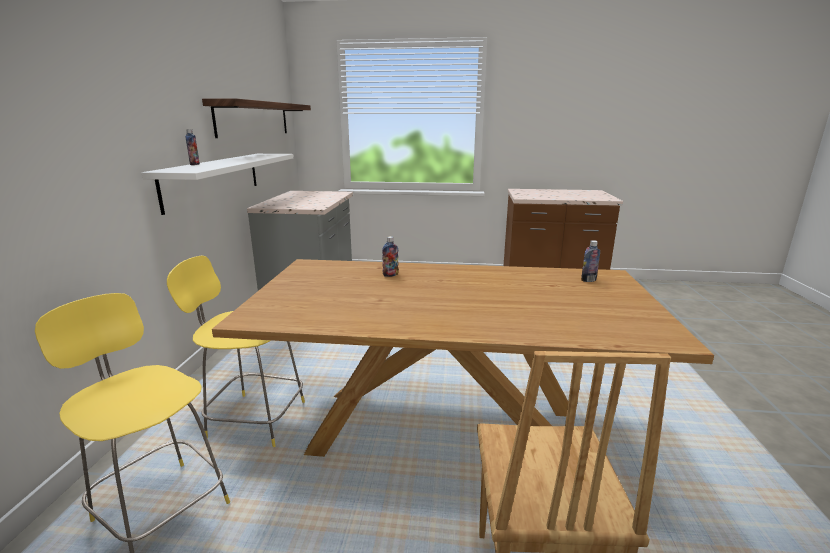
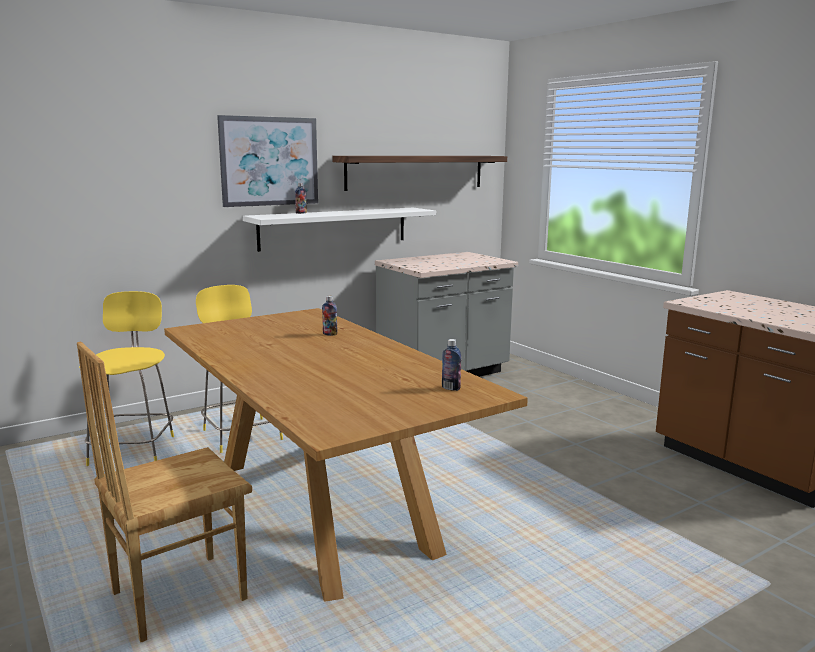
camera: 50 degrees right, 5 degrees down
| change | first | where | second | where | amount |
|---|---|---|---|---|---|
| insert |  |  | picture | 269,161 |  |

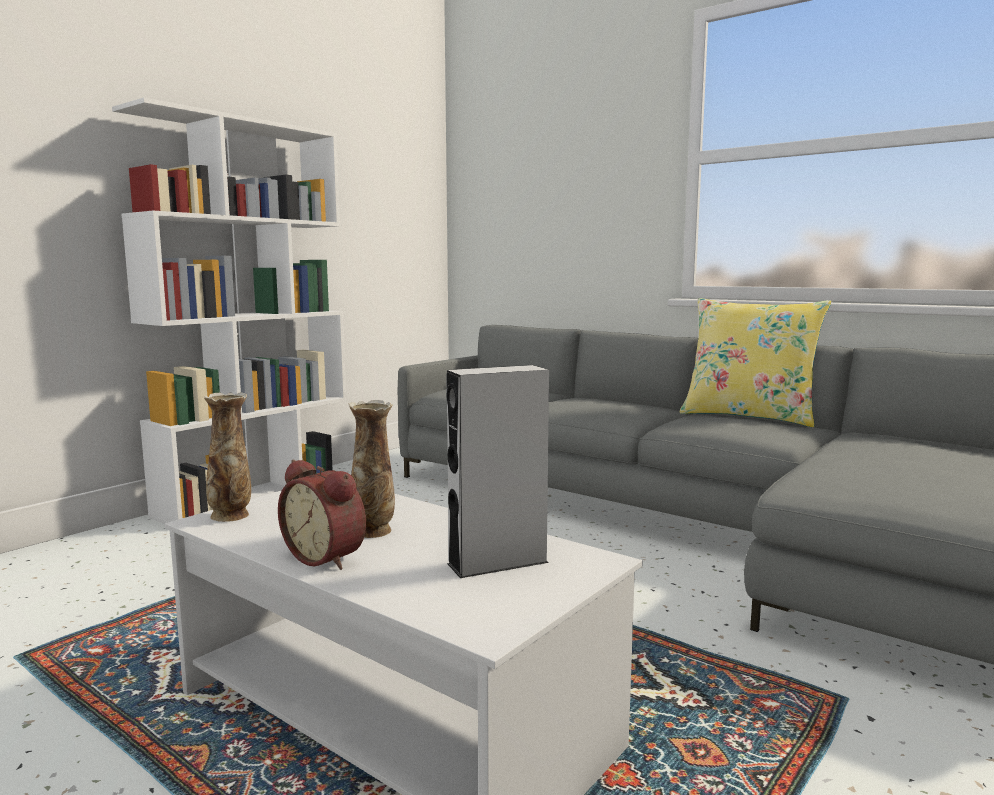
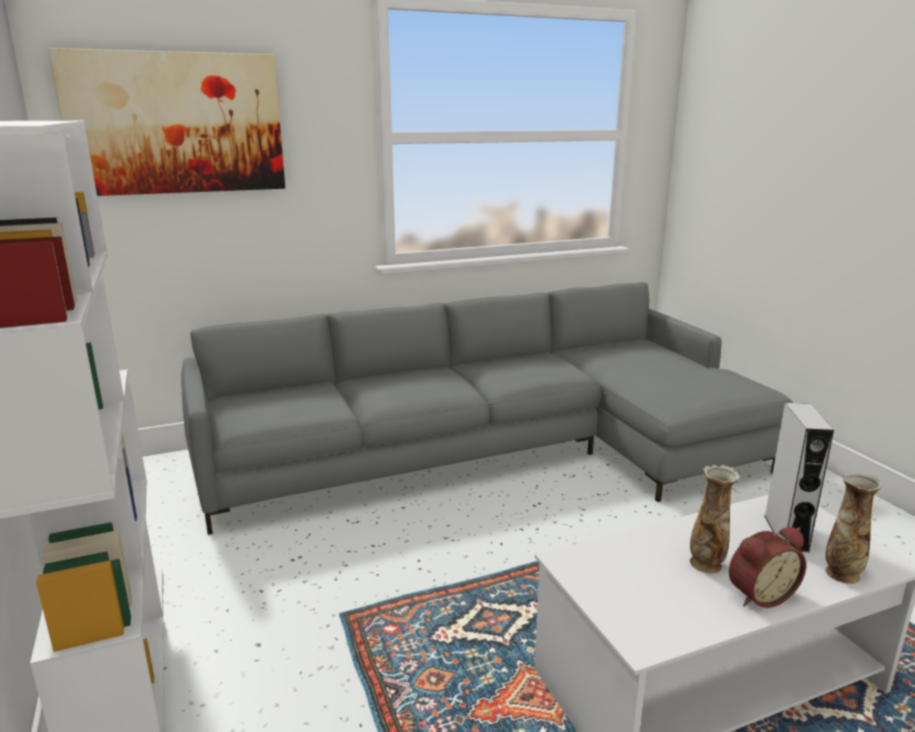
camera: 60 degrees left, 10 degrees up
| change | first | where | second | where | amount |
|---|---|---|---|---|---|
| insert |  |  | picture | 176,124 |  |
| move | flower vase | 231,515 |  | 842,573 |  |
| delete | yellowish cushion | 749,416 |  |  |  |

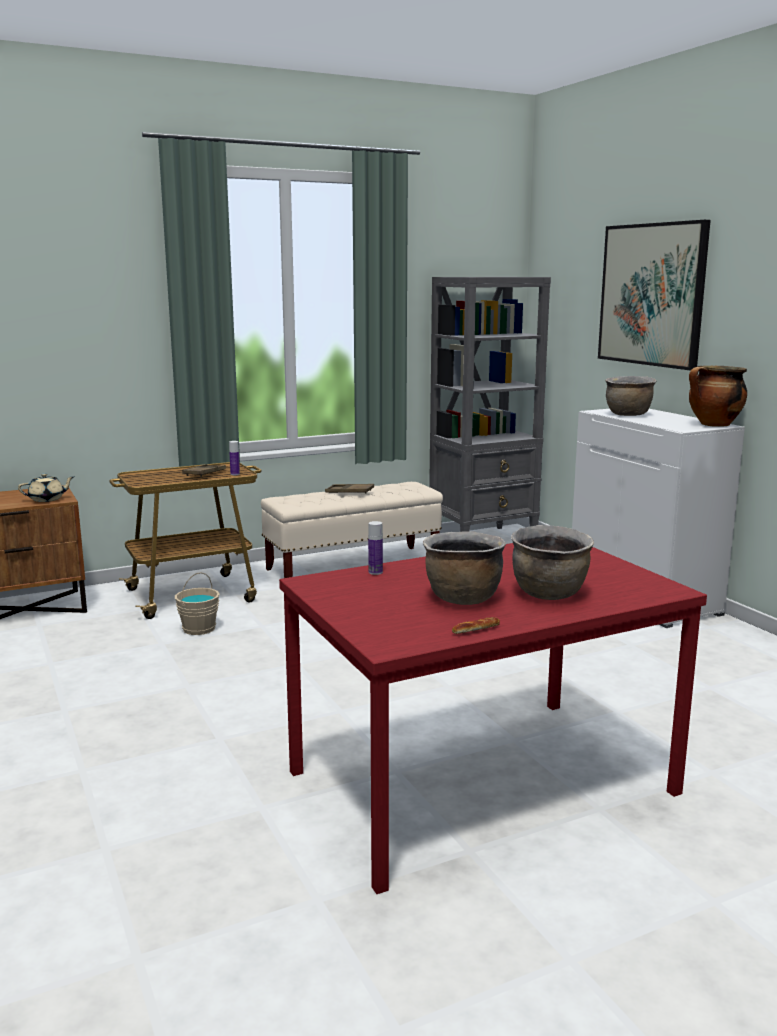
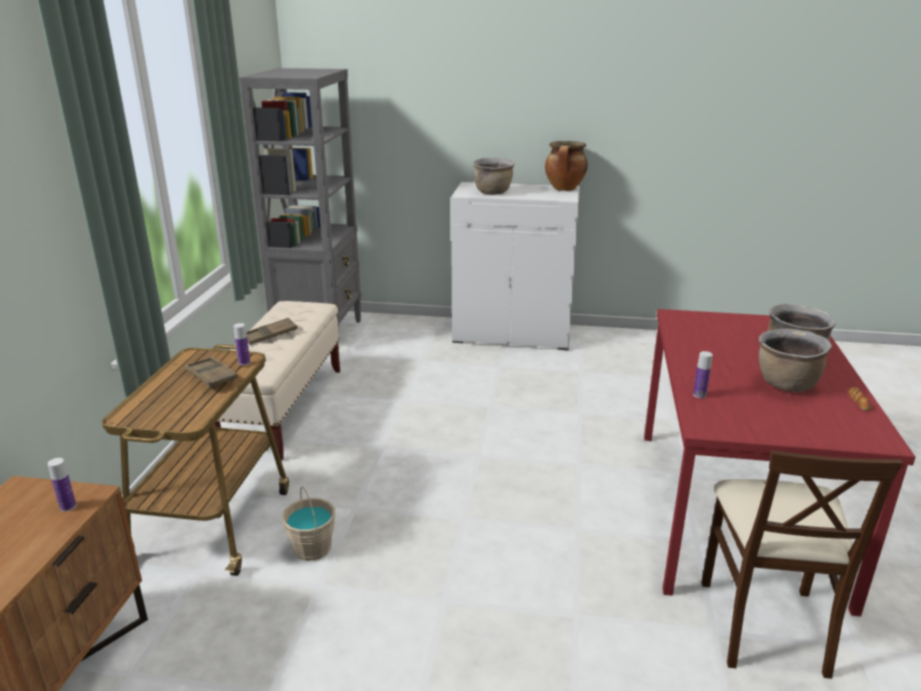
camera: 55 degrees left, 10 degrees up
| change | first | where | second | where | amount |
|---|---|---|---|---|---|
| replace | sand-coloured teapot | 47,499 | bottle | 68,506 |  |
| insert |  |  | sand-coloured plain chair | 764,624 |  |
| delete | picture | 652,295 |  |  |  |

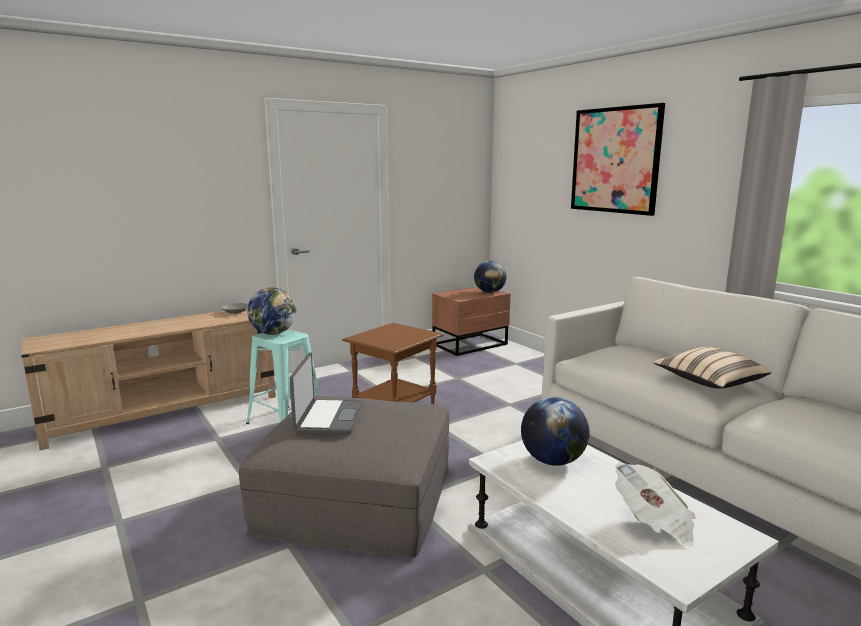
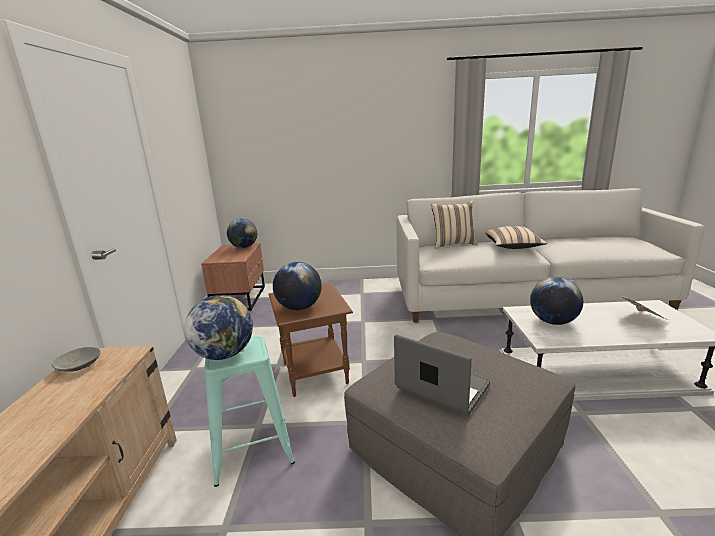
camera: 55 degrees left, 5 degrees up
| change | first | where | second | where | amount |
|---|---|---|---|---|---|
| insert |  |  | world globe | 299,308 |  |
| insert |  |  | sand-coloured cushion | 453,244 |  |
| delete | picture | 615,160 |  |  |  |

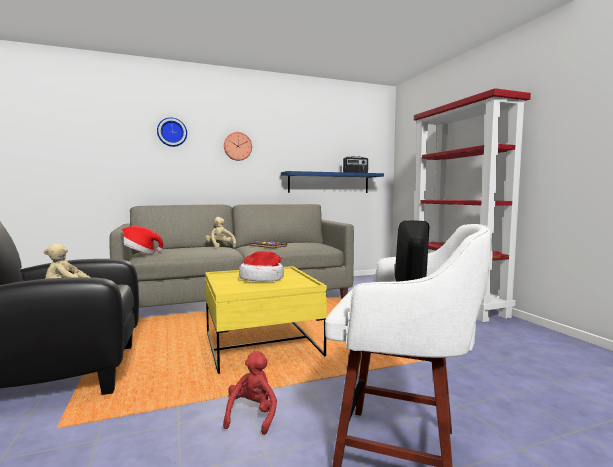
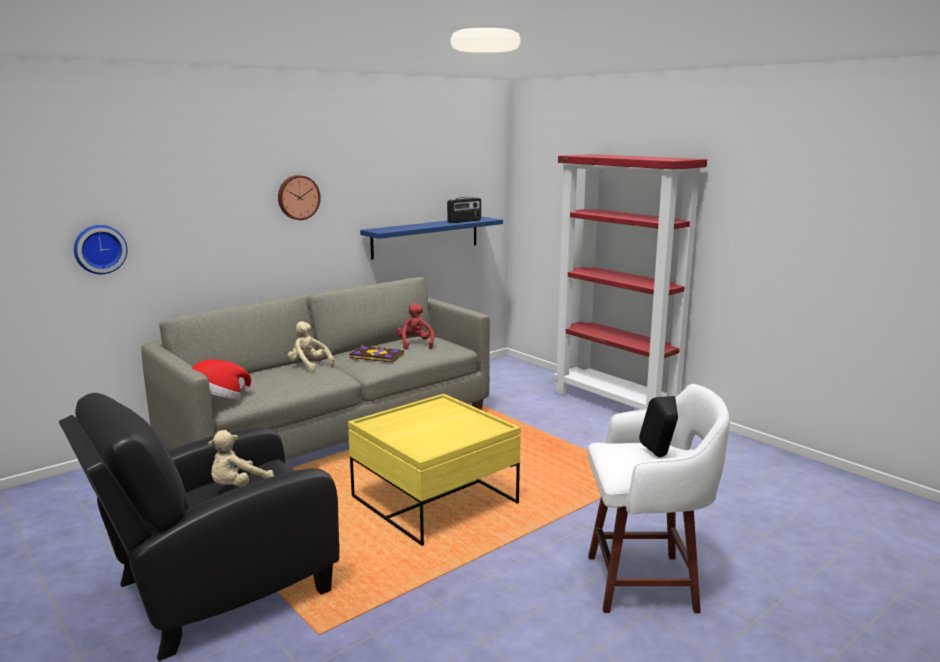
camera: 20 degrees left, 10 degrees up
| change | first | where | second | where | amount |
|---|---|---|---|---|---|
| move | hanging clock | 172,132 |  | 99,249 |  |
| move | red plush toy | 252,415 |  | 415,344 |  |
| delete | wearable hat | 262,278 |  |  |  |

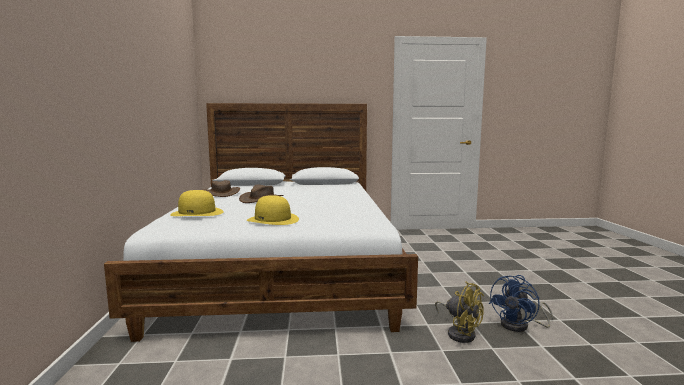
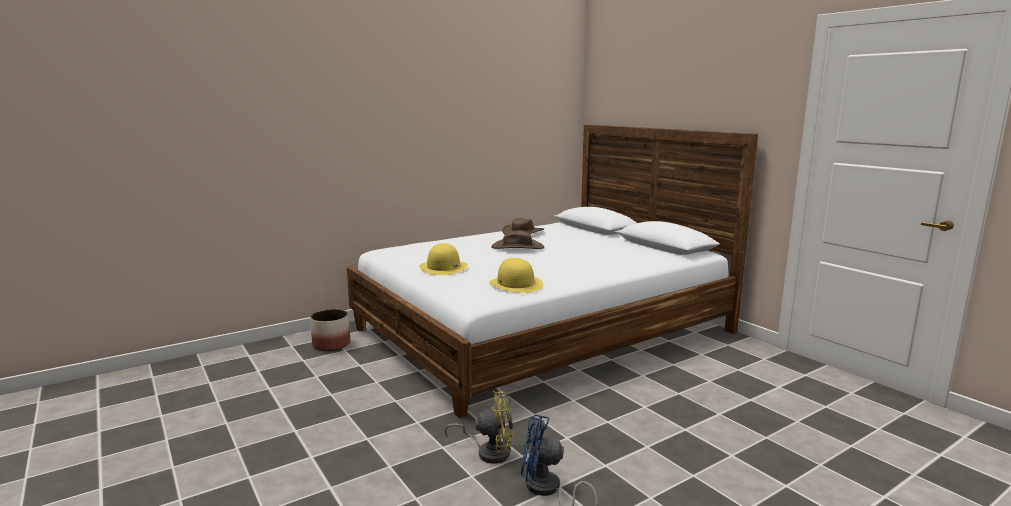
camera: 60 degrees right, 5 degrees up
| change | first | where | second | where | amount |
|---|---|---|---|---|---|
| insert |  |  | plant pot | 331,345 |  |
| rotate | yellowish cooling fan | 459,332 |  | 489,451 | 105 degrees counterclockwise |
| move | yellowish wearable hat | 197,213 |  | 516,284 |  |

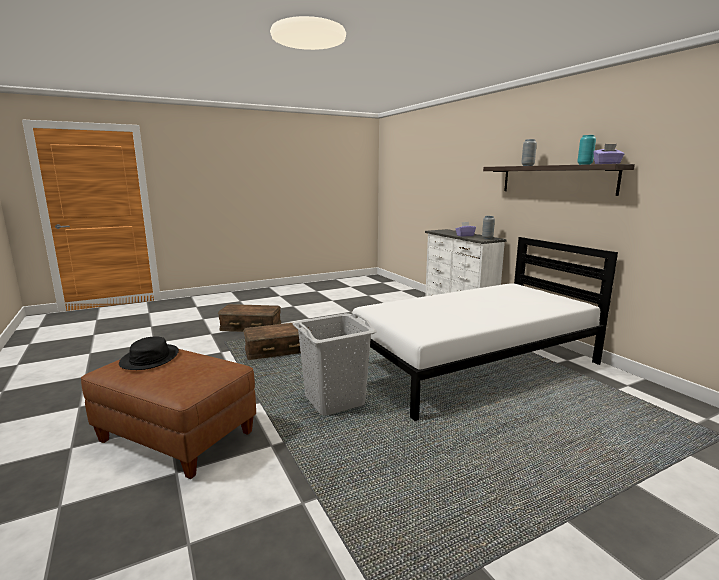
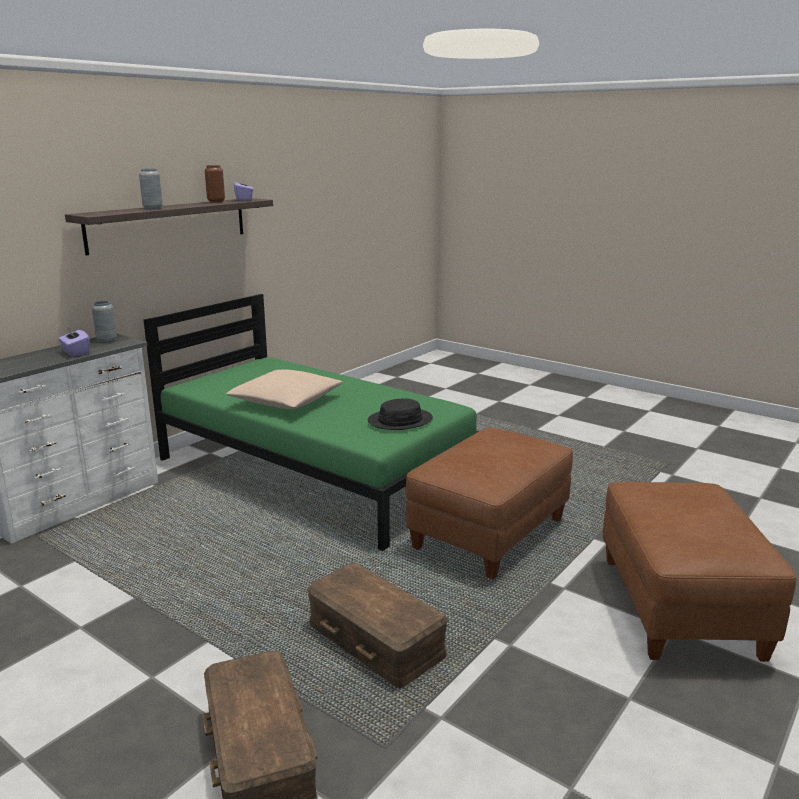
camera: 115 degrees left, 5 degrees up
| change | first | where | second | where | amount |
|---|---|---|---|---|---|
| recolor | whitish bedroom bed | 475,364 | green-coloured bedroom bed | 315,471 |  |
| recolor | turquoise-coloured flower vase | 584,164 | brown-coloured flower vase | 216,201 |  |
| insert |  |  | sand-coloured cushion | 286,401 |  |
| move | blackish wearable hat | 149,358 |  | 400,420 |  |
| replace | grey laundry basket | 335,400 | brown-coloured footrest | 488,533 |  |

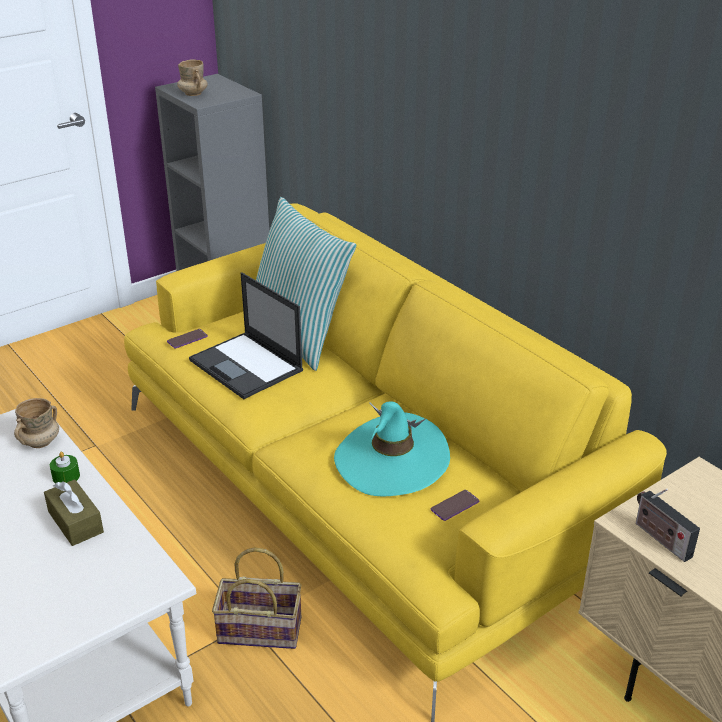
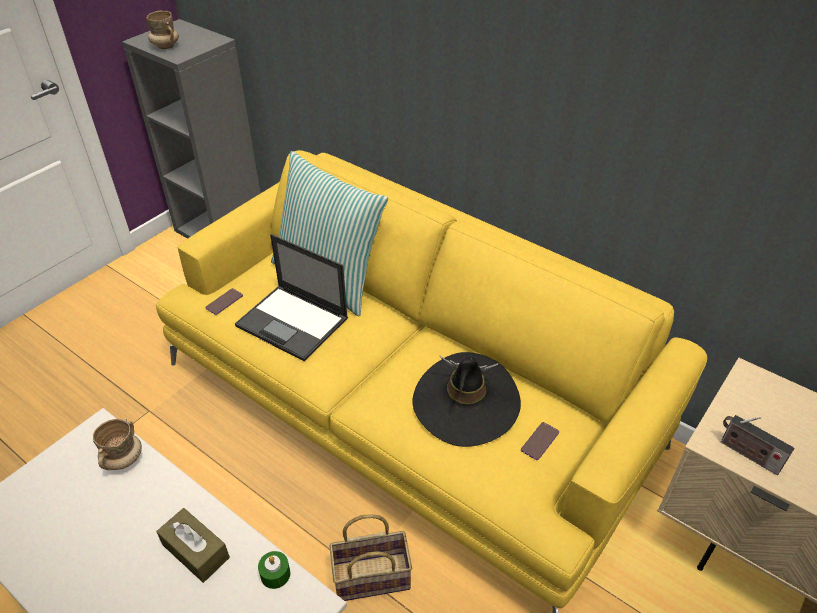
camera: 15 degrees left, 10 degrees up
| change | first | where | second | where | amount |
|---|---|---|---|---|---|
| move | green-coloured wax light | 66,476 |  | 275,574 |  |
| recolor | turquoise-coloured wearable hat | 391,460 | blackish wearable hat | 465,403 |  |

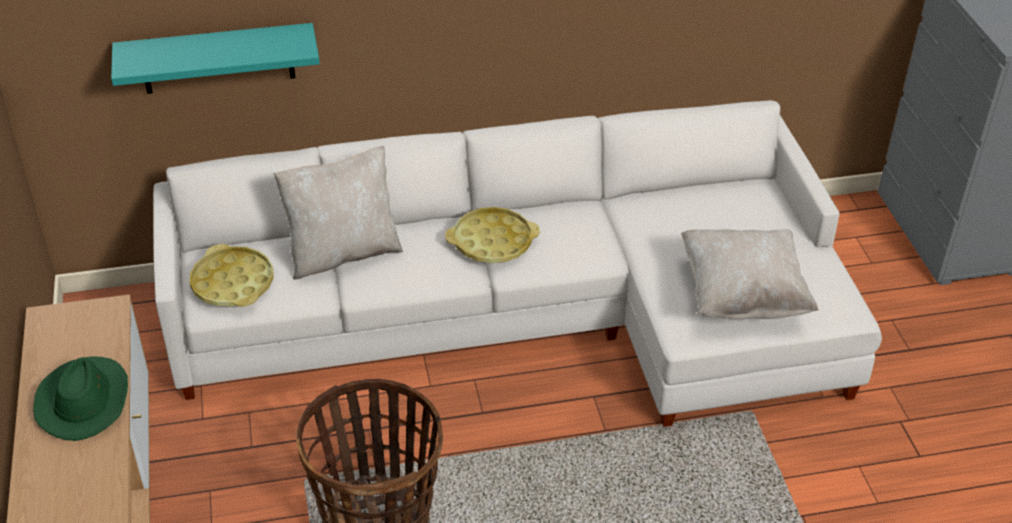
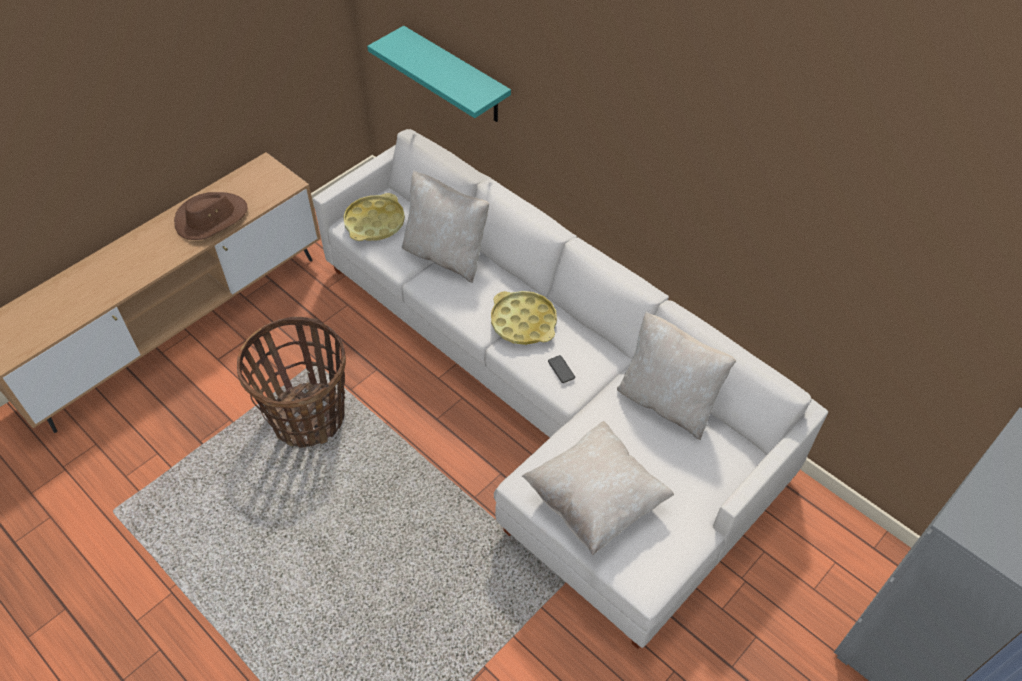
camera: 55 degrees right, 10 degrees up
| change | first | where | second | where | amount |
|---|---|---|---|---|---|
| recolor | green-coloured wearable hat | 83,400 | brown-coloured wearable hat | 211,218 |  |
| insert |  |  | phone | 561,369 |  |
| insert |  |  | sand-coloured cushion | 667,402 |  |

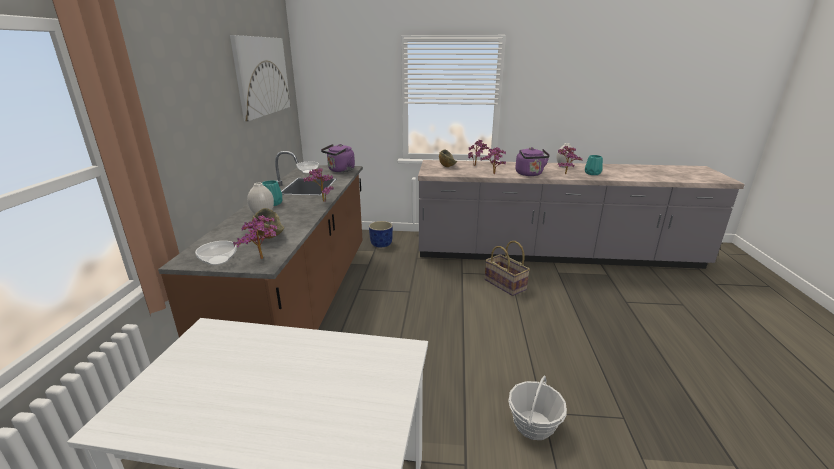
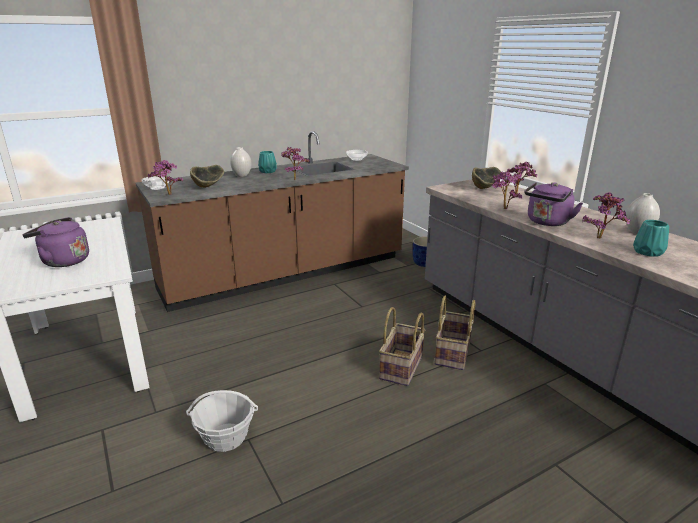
camera: 55 degrees right, 0 degrees up
| change | first | where | second | where | amount |
|---|---|---|---|---|---|
| move | purplish water kettle | 340,170 |  | 63,261 |  |
| insert |  |  | household basket | 402,367 |  |
| delete | picture | 262,76 |  |  |  |

